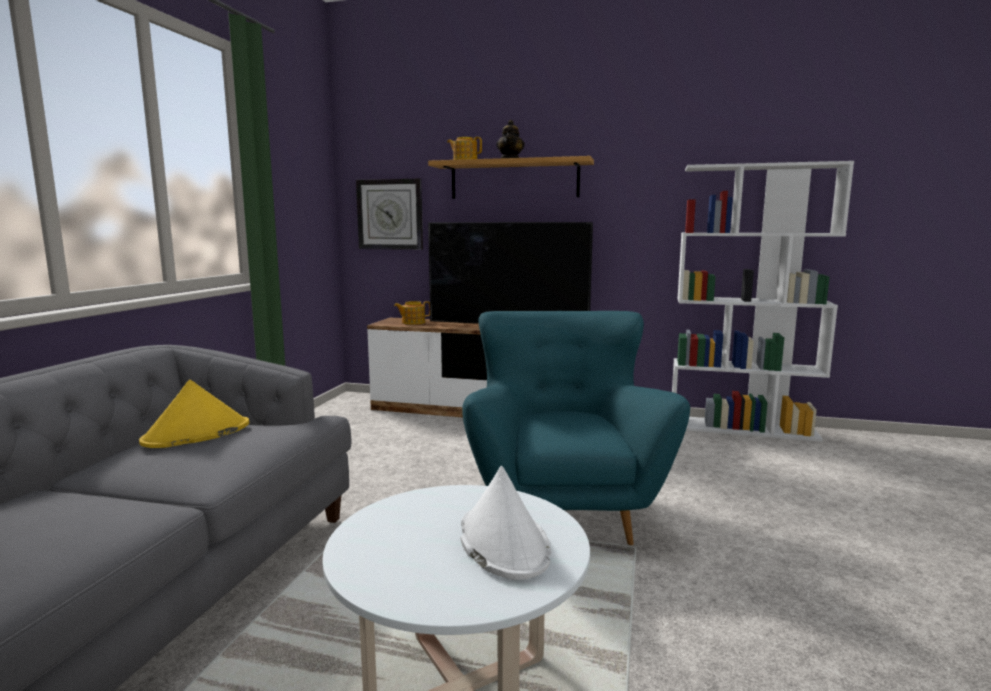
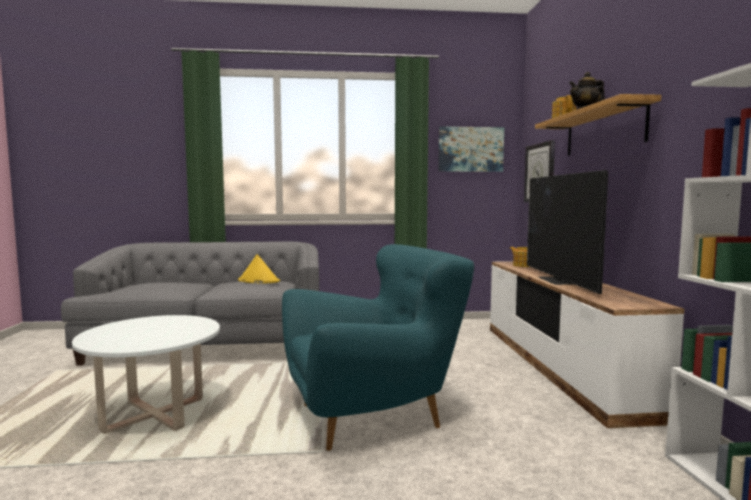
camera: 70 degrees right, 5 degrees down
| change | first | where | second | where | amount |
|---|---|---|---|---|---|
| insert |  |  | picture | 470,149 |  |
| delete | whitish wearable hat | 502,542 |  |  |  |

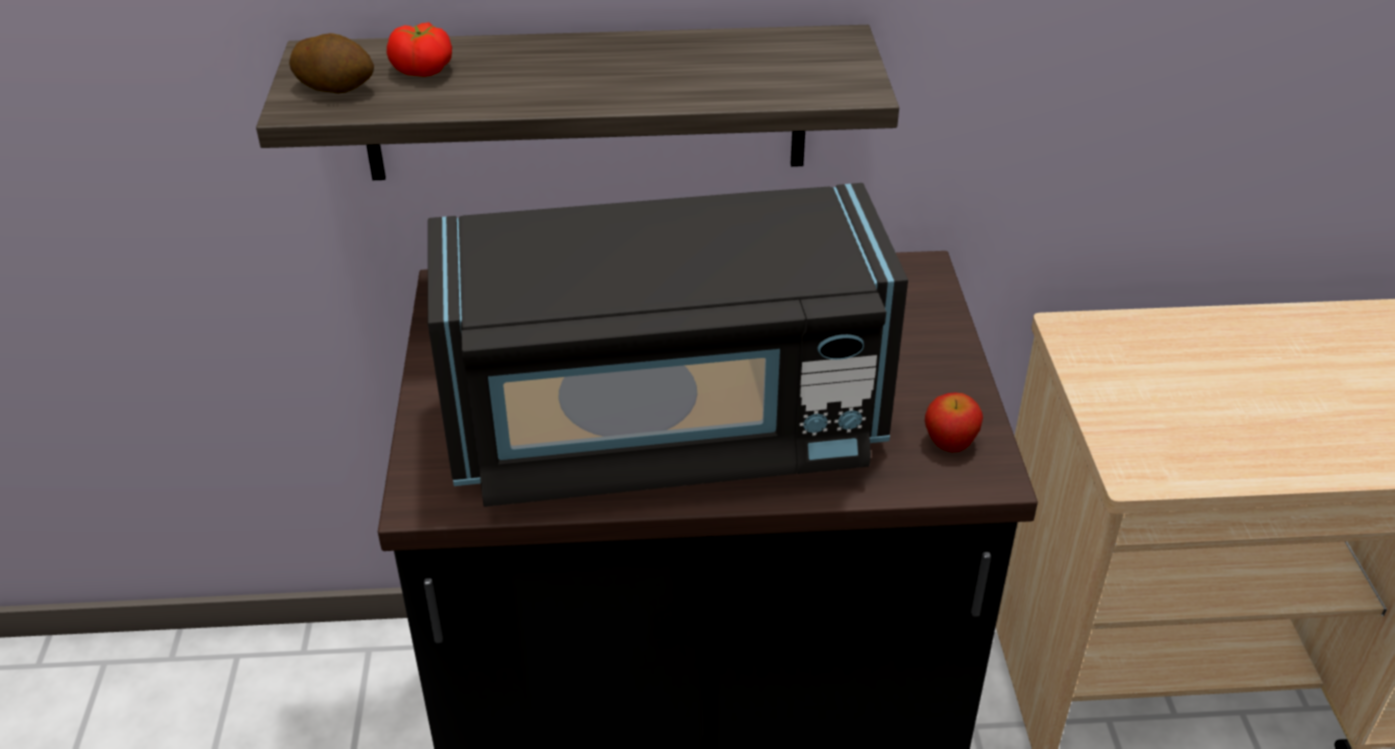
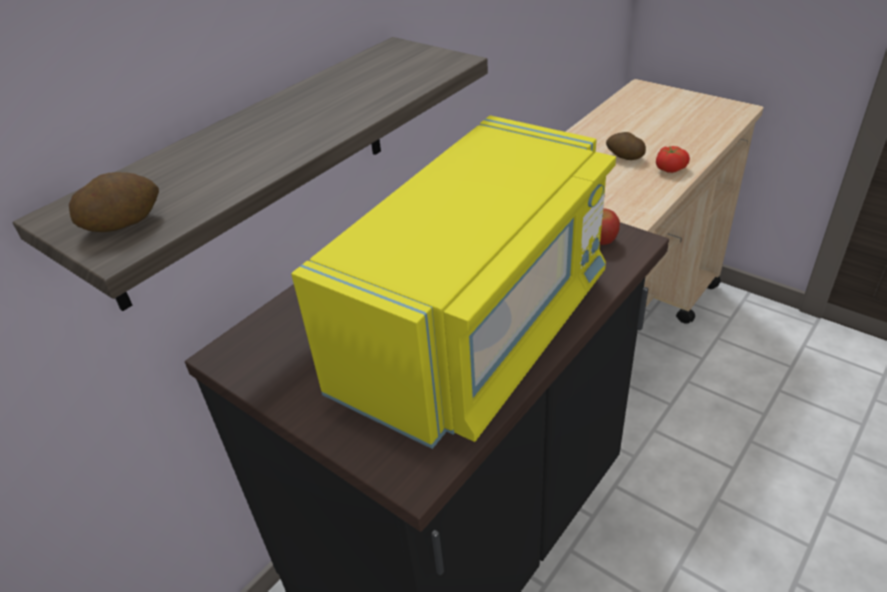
camera: 45 degrees left, 0 degrees up
| change | first | where | second | where | amount |
|---|---|---|---|---|---|
| recolor | blackish microwave oven | 665,429 | yellowish microwave oven | 476,331 |  |
| insert |  |  | potato | 624,156 |  |
| move | tomato | 424,69 |  | 669,168 |  |

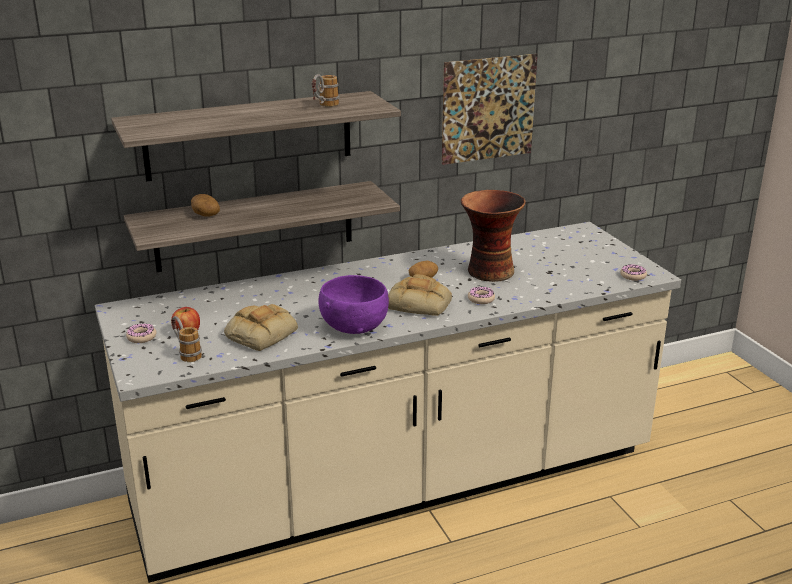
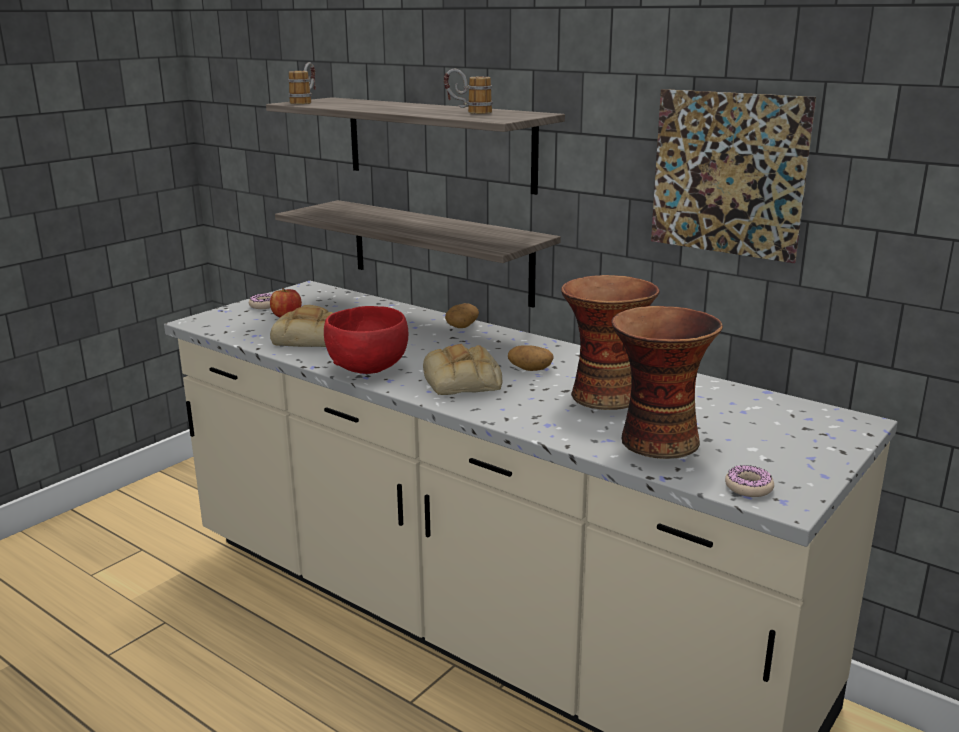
camera: 60 degrees right, 5 degrees down
| change | first | where | second | where | amount |
|---|---|---|---|---|---|
| move | tea mug | 186,353 |  | 305,102 |  |
| recolor | purplish bowl | 353,326 | red bowl | 368,366 |  |
| move | potato | 205,214 |  | 462,325 |  |
| insert |  |  | flower vase | 656,441 |  |
| delete | doughnut | 481,299 |  |  |  |

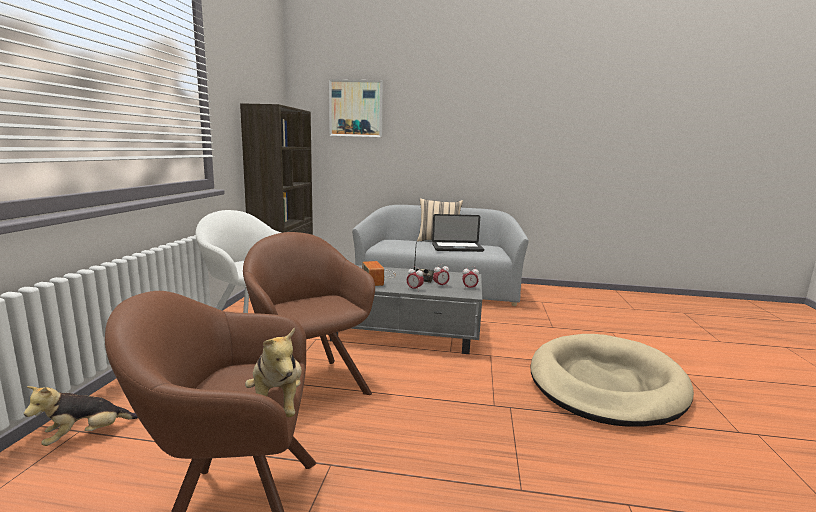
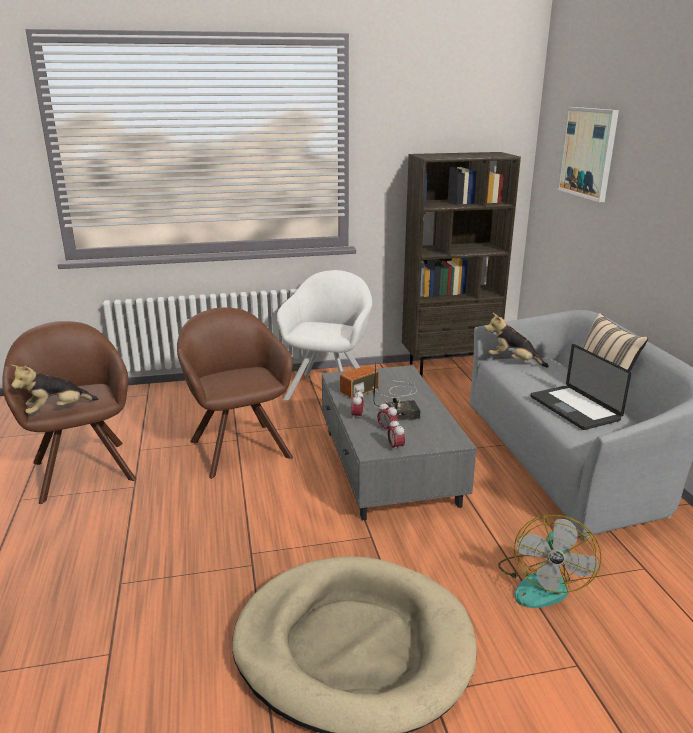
camera: 70 degrees right, 10 degrees up
| change | first | where | second | where | amount |
|---|---|---|---|---|---|
| rotate | brown-coloured armchair | 308,384 |  | 238,446 | 60 degrees counterclockwise |
| move | plush toy | 86,435 |  | 513,361 |  |
| insert |  |  | cooling fan | 542,583 |  |

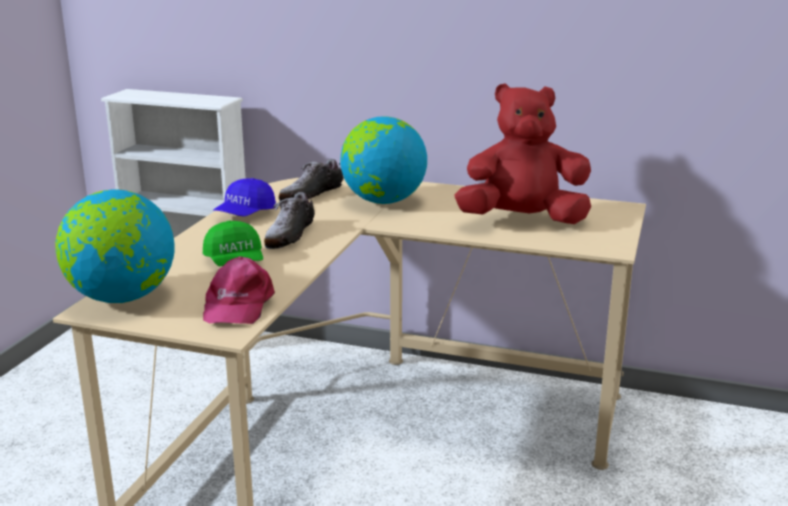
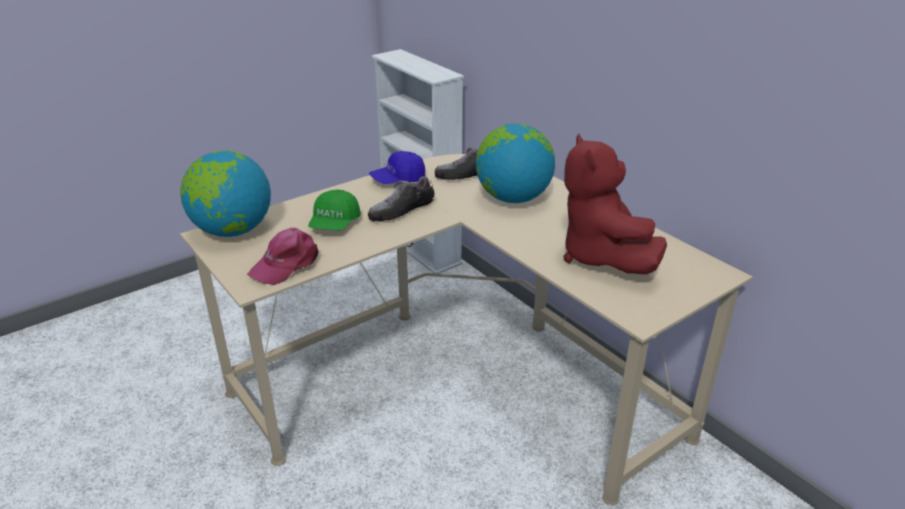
camera: 35 degrees right, 10 degrees up
| change | first | where | second | where | amount |
|---|---|---|---|---|---|
| rotate | red plush toy | 522,220 |  | 601,256 | 135 degrees counterclockwise |

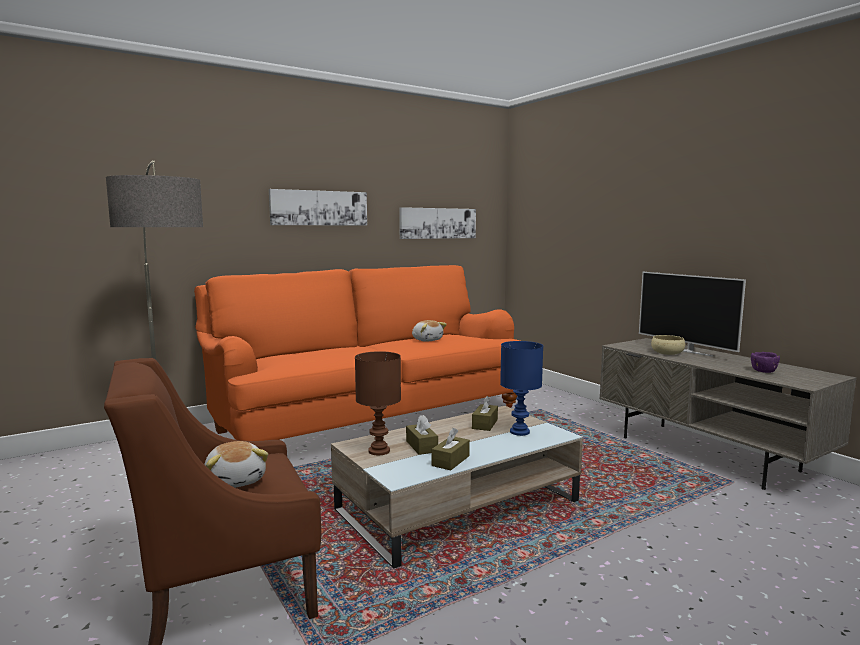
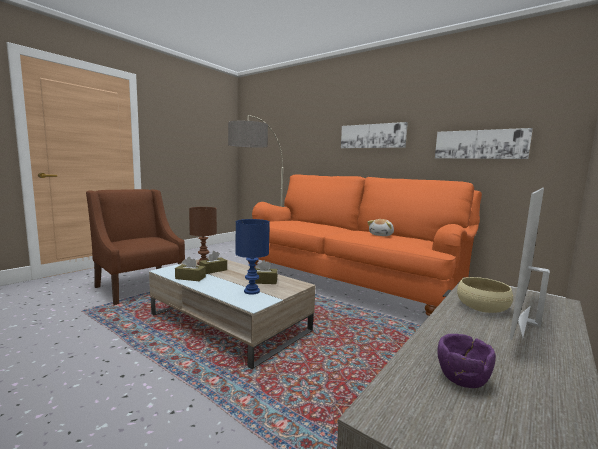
camera: 70 degrees right, 0 degrees up
| change | first | where | second | where | amount |
|---|---|---|---|---|---|
| delete | plush toy | 236,480 |  |  |  |

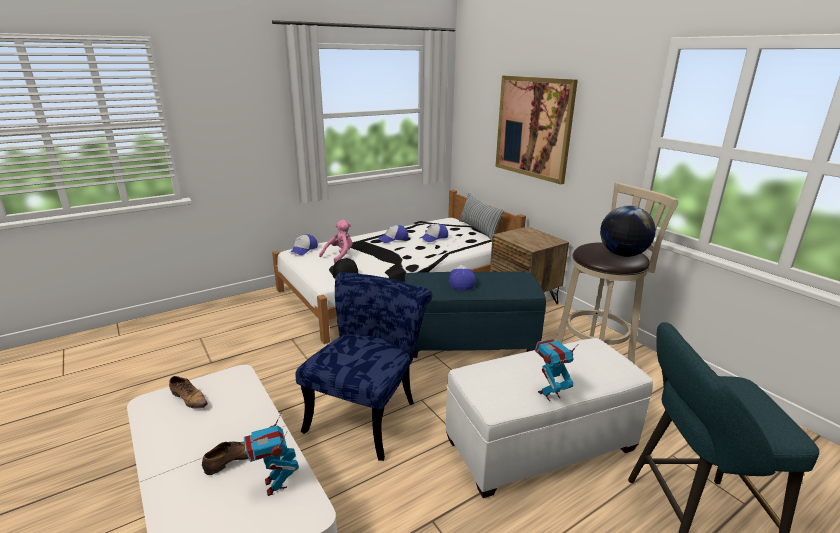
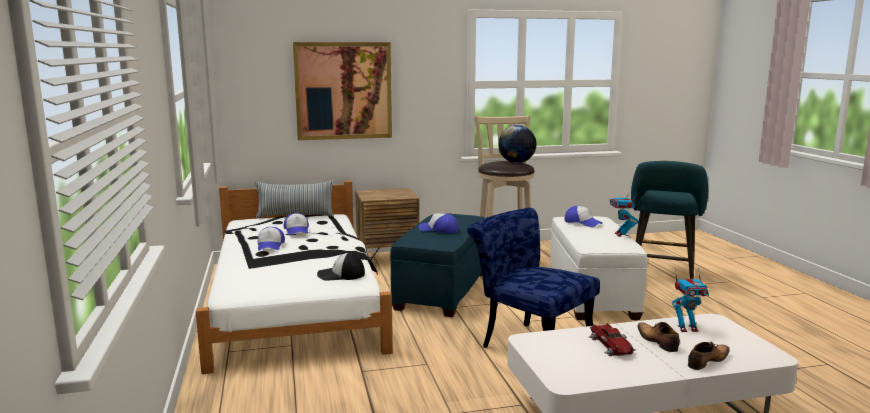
camera: 70 degrees left, 10 degrees down
| change | first | where | second | where | amount |
|---|---|---|---|---|---|
| move | peaked cap | 303,249 |  | 582,223 |  |
| insert |  |  | model car | 611,346 |  |
| move | shoe | 189,399 |  | 707,361 |  |
| delete | pinkish plush toy | 339,256 |  |  |  |

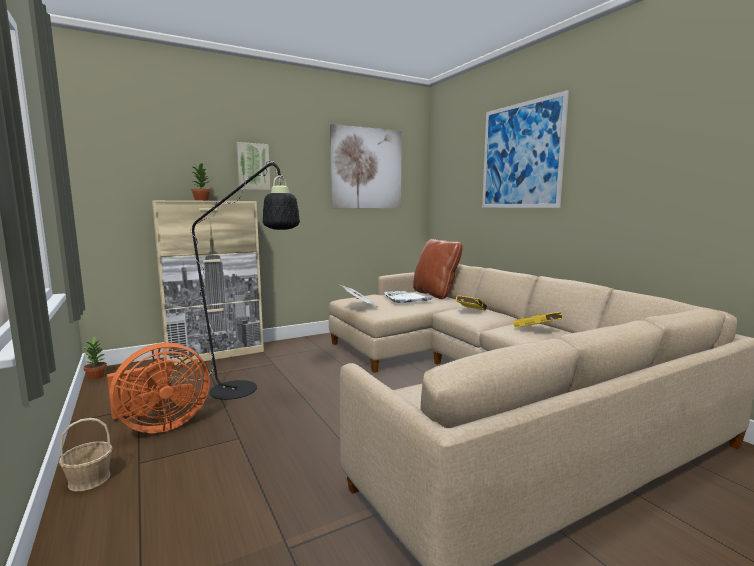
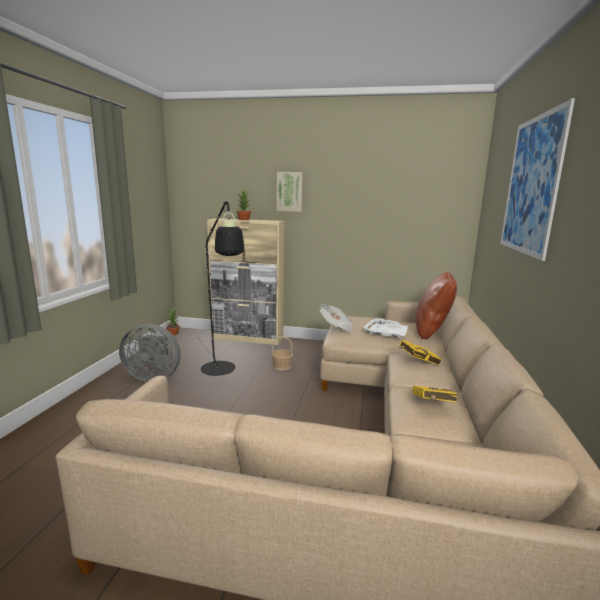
camera: 40 degrees right, 5 degrees up
| change | first | where | second | where | amount |
|---|---|---|---|---|---|
| recolor | orange-coloured cooling fan | 159,425 | grey cooling fan | 153,377 |  |
| move | household basket | 89,479 |  | 281,366 |  |
| delete | picture | 366,168 |  |  |  |

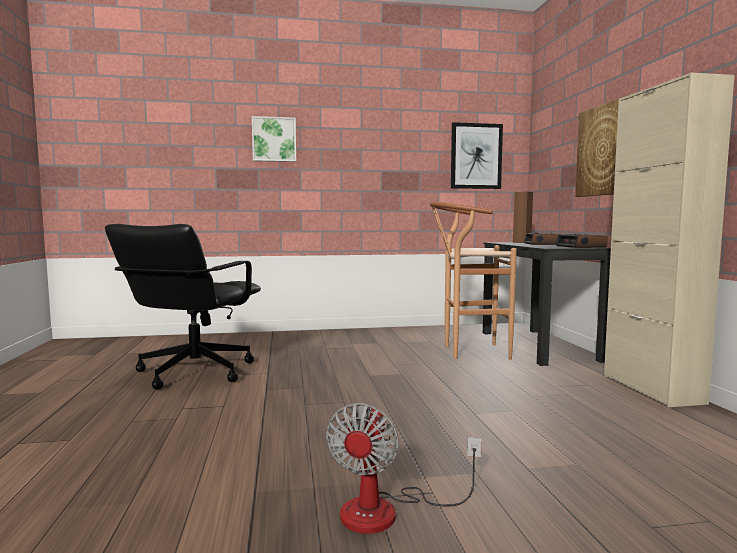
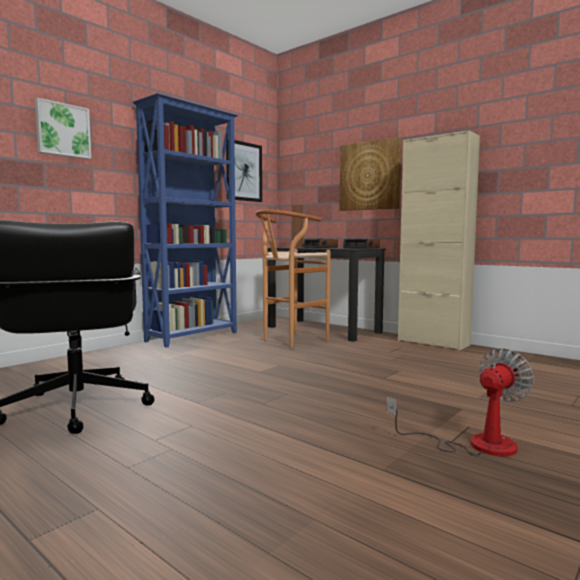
camera: 40 degrees left, 0 degrees up
| change | first | where | second | where | amount |
|---|---|---|---|---|---|
| insert |  |  | blue-coloured bookcase | 193,337 |  |
| rotate | cooling fan | 388,511 |  | 475,444 | 105 degrees counterclockwise |

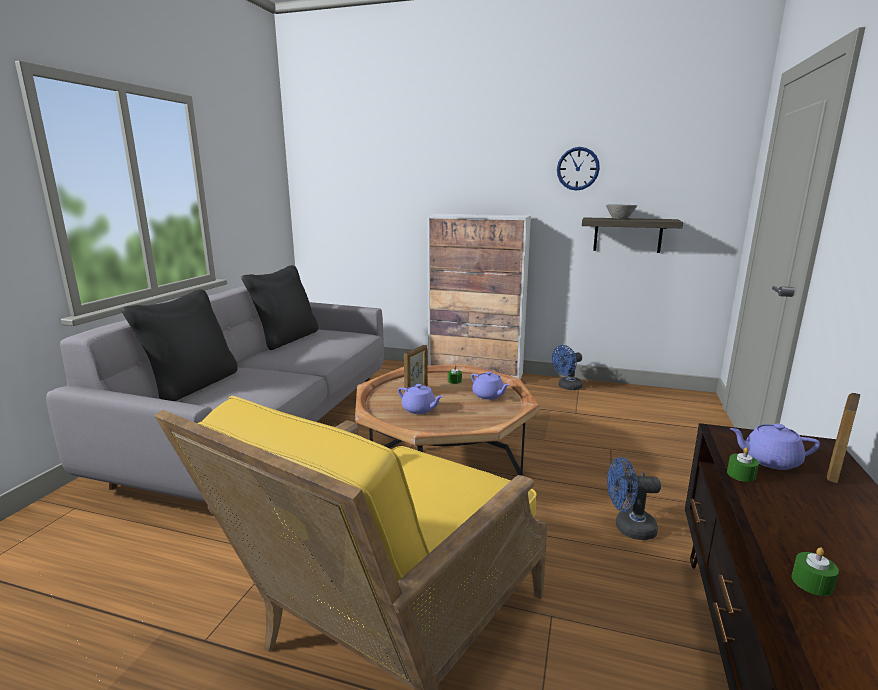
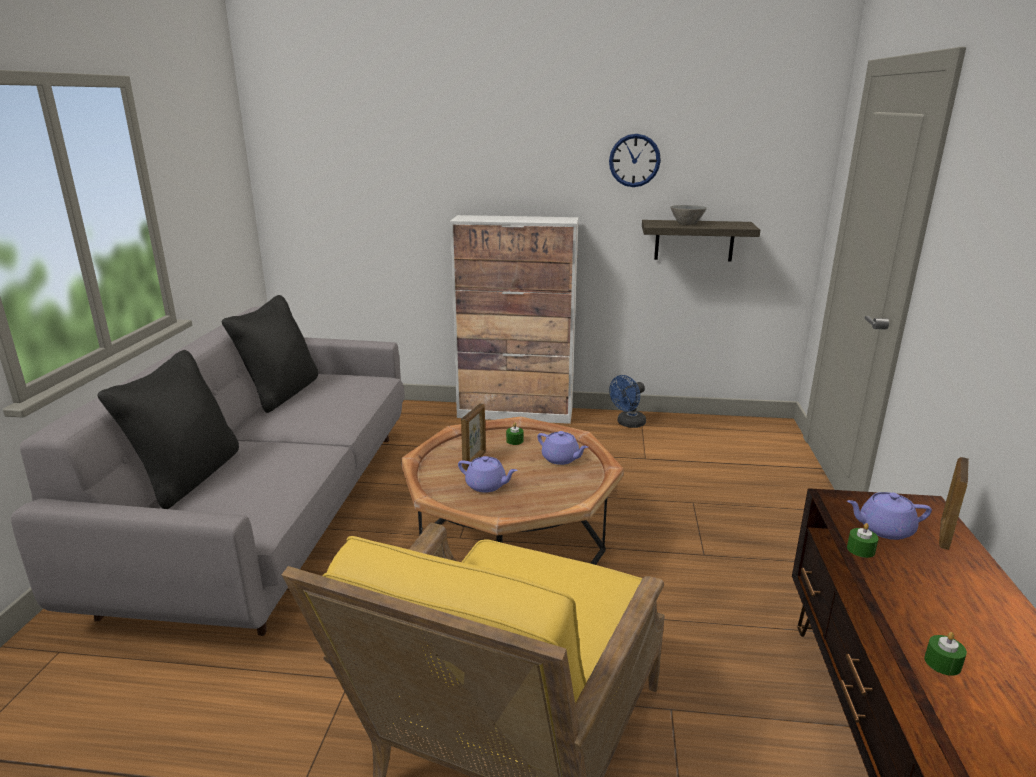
camera: 10 degrees left, 5 degrees up
| change | first | where | second | where | amount |
|---|---|---|---|---|---|
| delete | blue-coloured cooling fan | 628,528 |  |  |  |

